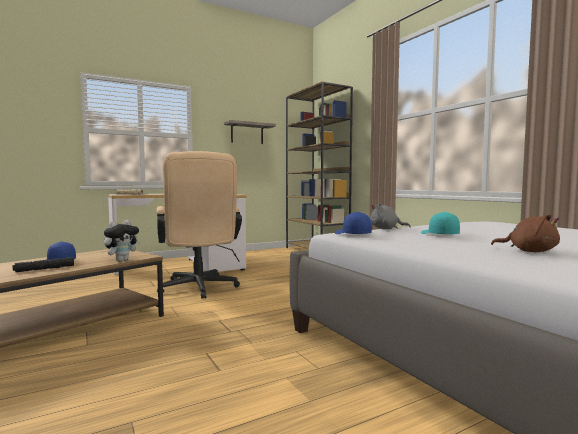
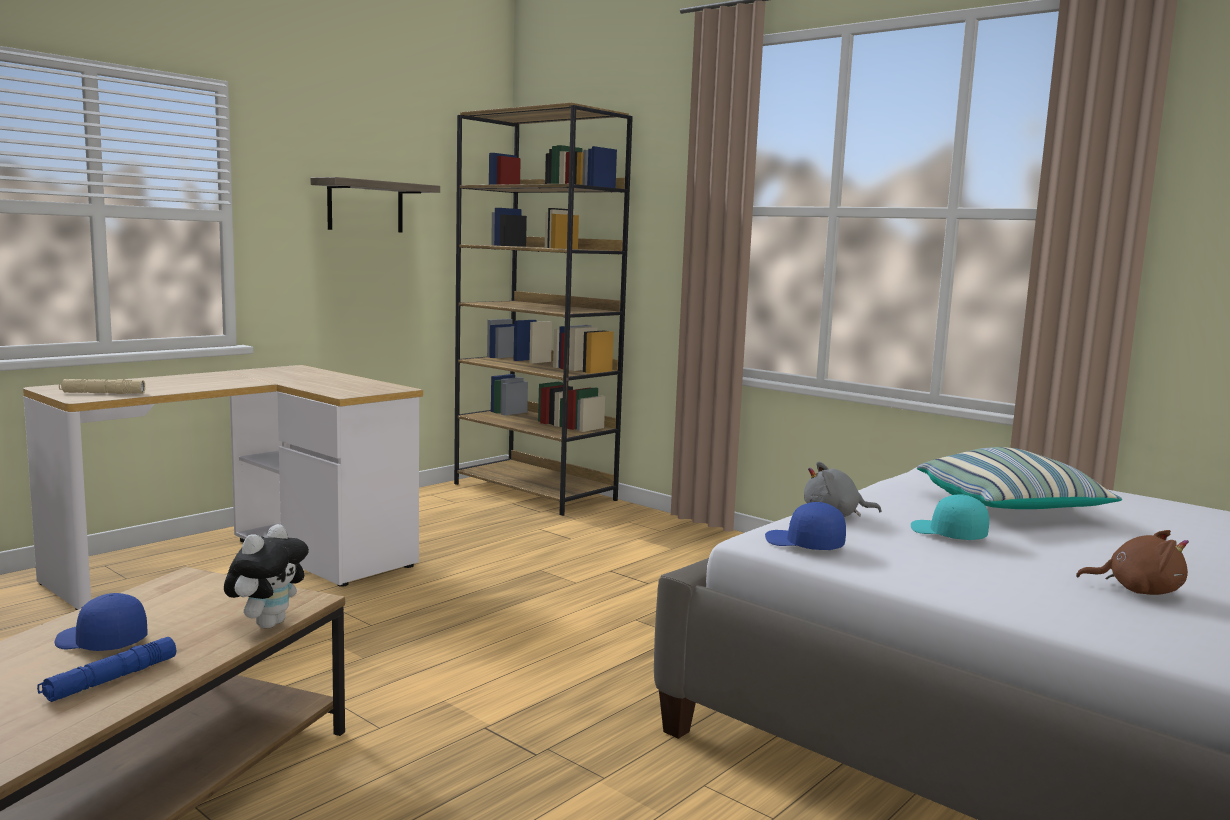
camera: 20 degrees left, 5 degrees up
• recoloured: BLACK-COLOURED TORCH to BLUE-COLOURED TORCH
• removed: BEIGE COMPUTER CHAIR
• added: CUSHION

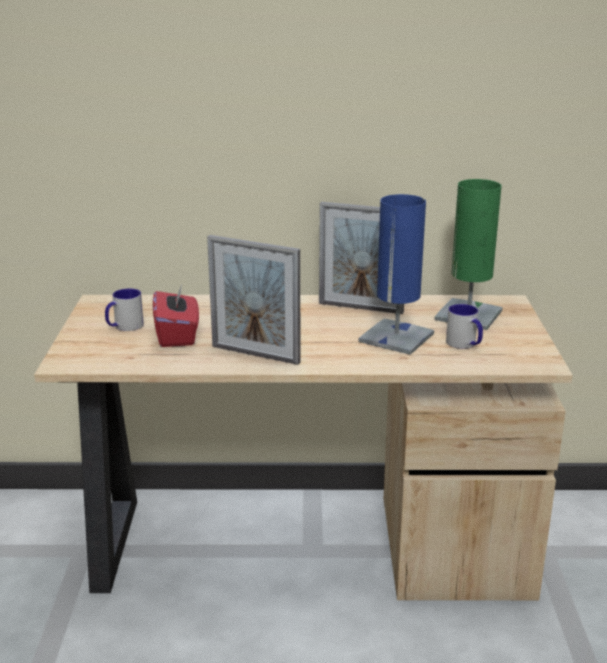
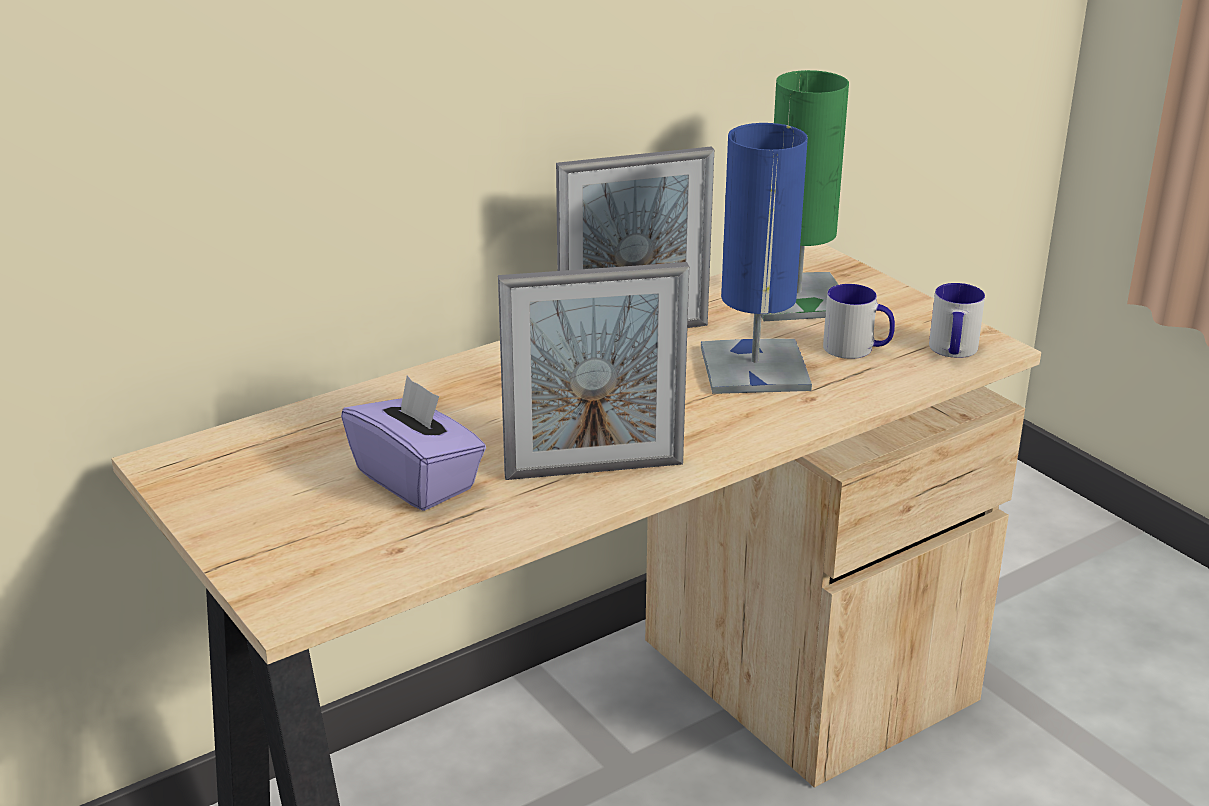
camera: 35 degrees left, 5 degrees up
• moved: TEA MUG (1st from left in the first image) to TEA MUG (2nd from left)
• recoloured: RED TISSUE HOLDER to PURPLE-COLOURED TISSUE HOLDER

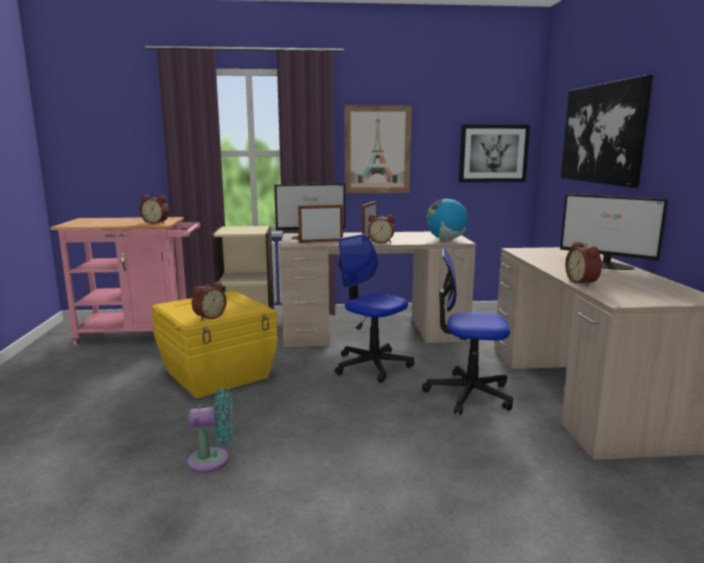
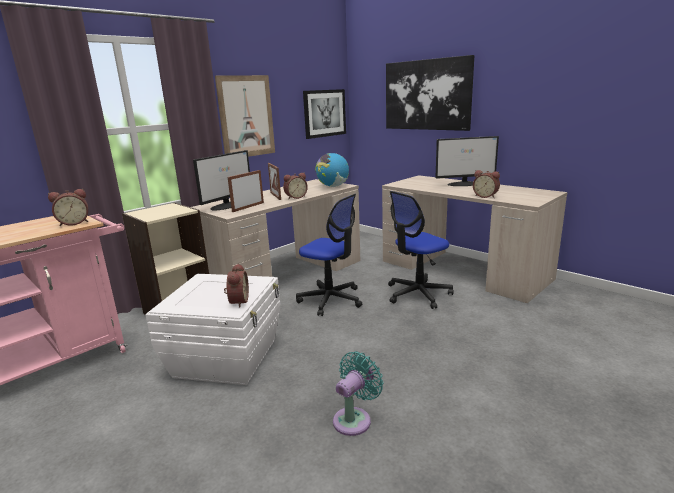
camera: 40 degrees left, 5 degrees up
• recoloured: YELLOWISH STORAGE CONTAINER to WHITE-COLOURED STORAGE CONTAINER
• turned: COMPUTER CHAIR (1st from left) 150 degrees counterclockwise

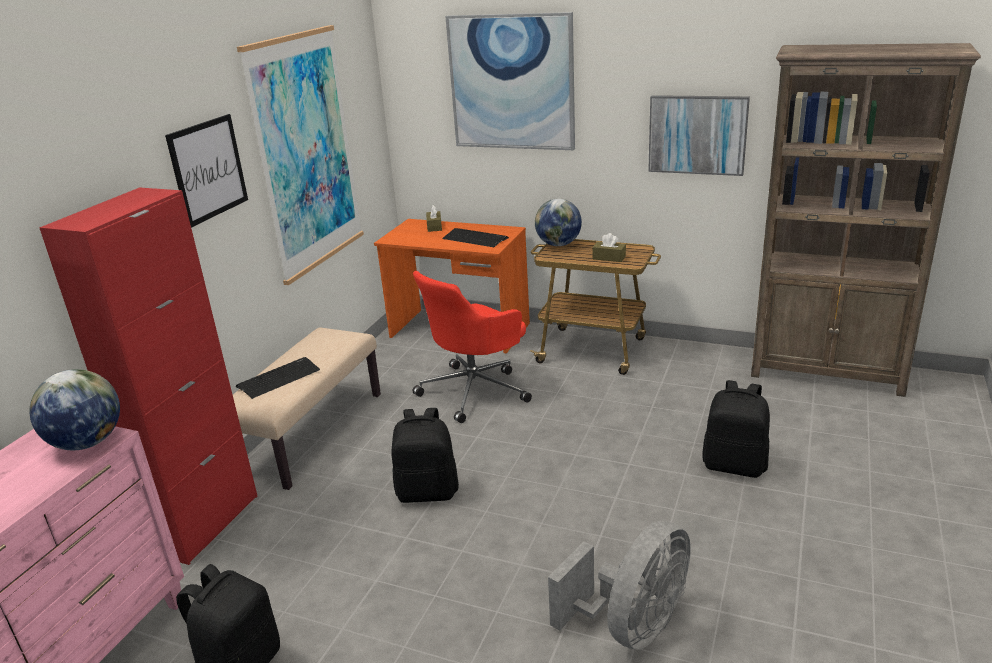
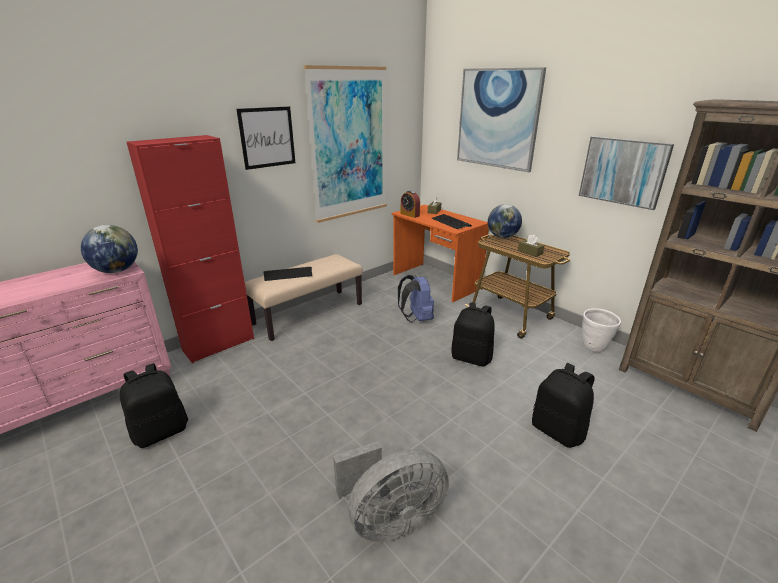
camera: 25 degrees right, 0 degrees up
• moved: BLACK-COLOURED KNAPSACK (2nd from left)
• replaced: RED COMPUTER CHAIR to BLUE-COLOURED KNAPSACK
• added: BEDSIDE CLOCK
• added: WHITE-COLOURED FLOWER POT

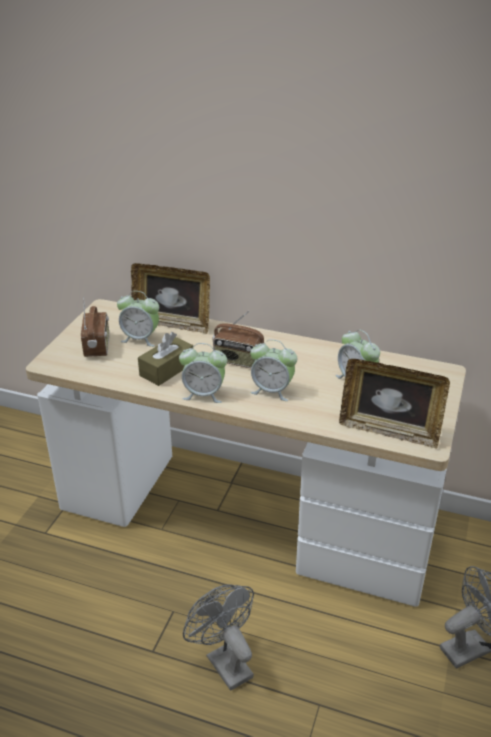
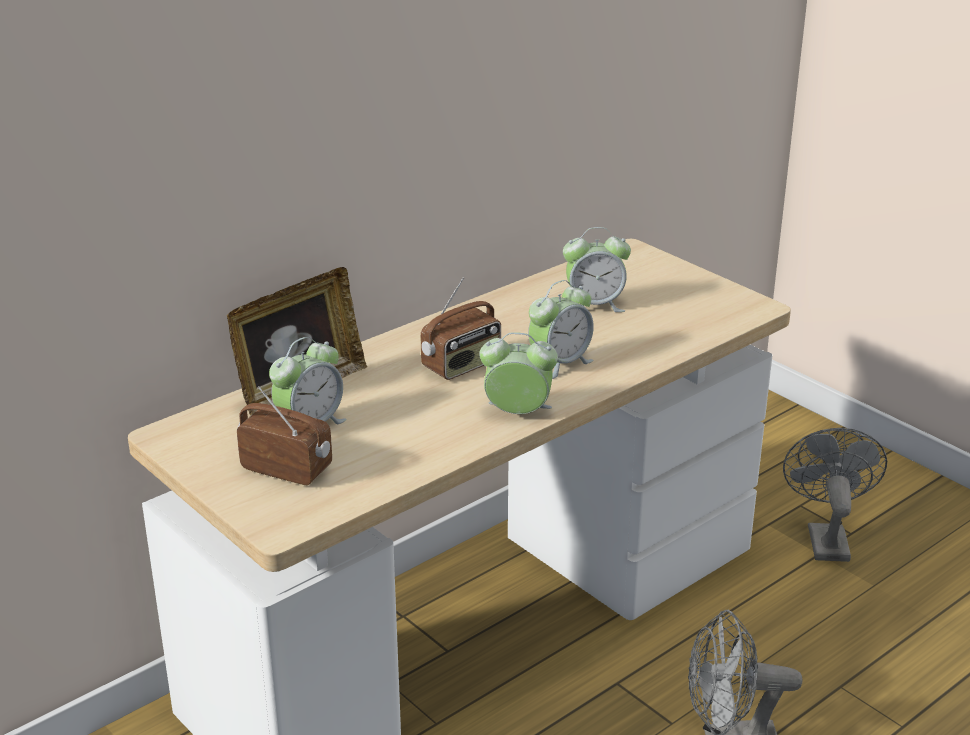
camera: 60 degrees left, 5 degrees down
• removed: BROWNISH TISSUE HOLDER
• turned: BEDSIDE CLOCK (2nd from left) 120 degrees counterclockwise
• removed: STANDING FRAME (2nd from left)

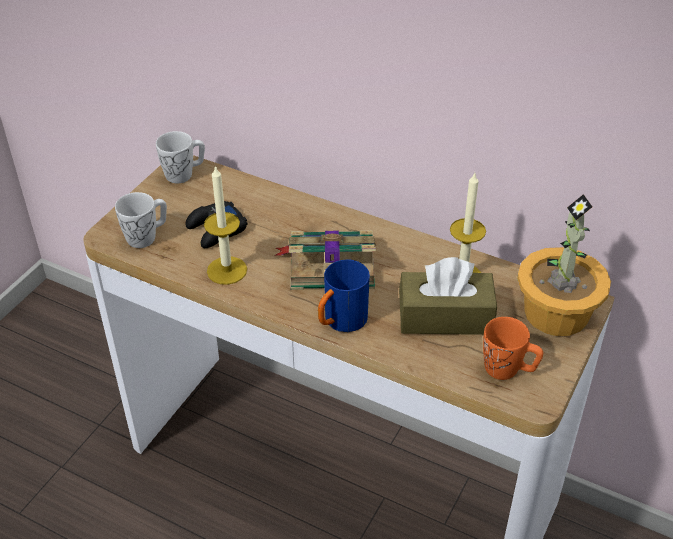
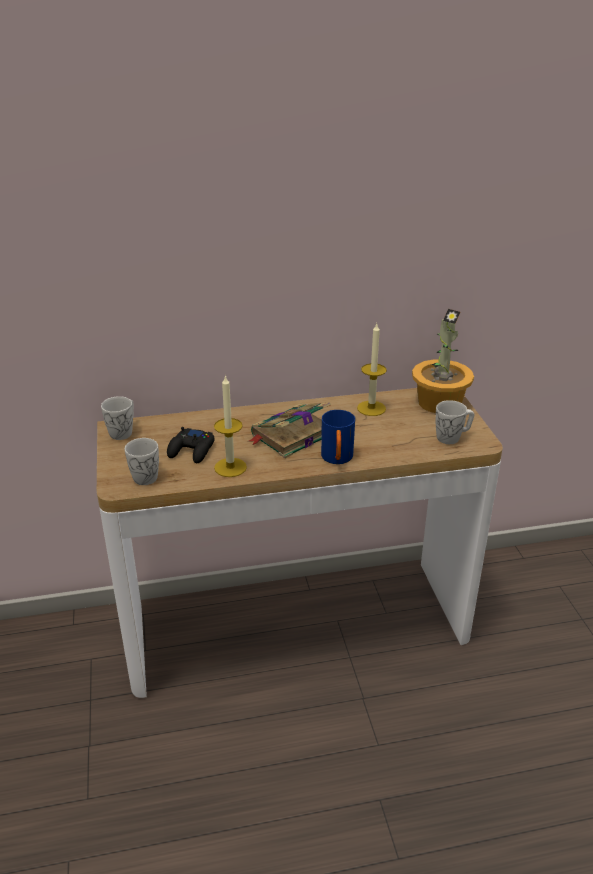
camera: 40 degrees left, 10 degrees down
• removed: BROWNISH TISSUE HOLDER
• recoloured: ORANGE-COLOURED TEA MUG to WHITE-COLOURED TEA MUG (3rd from left)

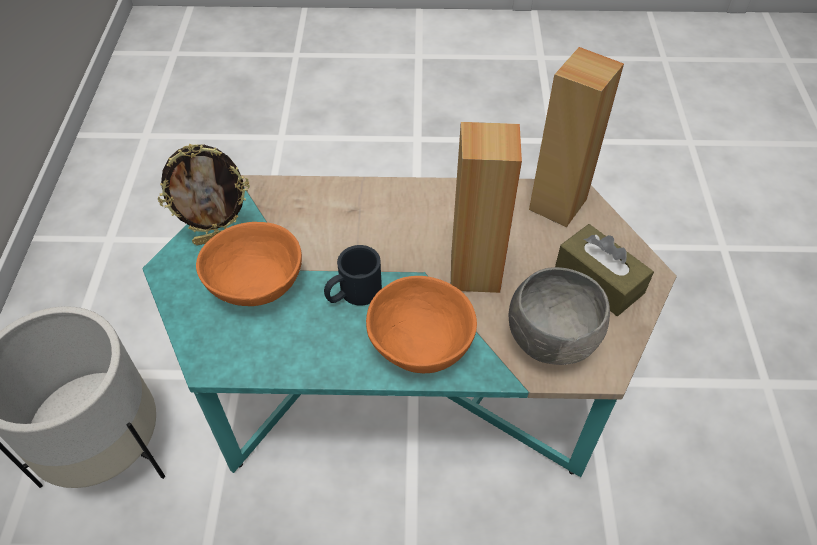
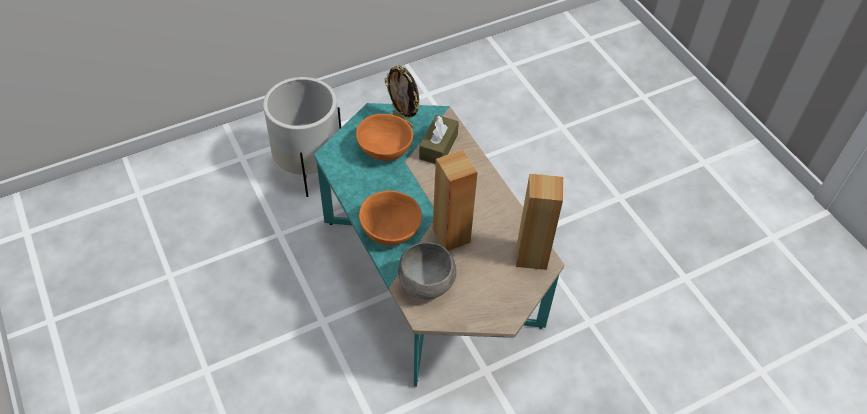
camera: 60 degrees right, 0 degrees up
• removed: BLACK-COLOURED TEA MUG
• moved: BROWNISH TISSUE HOLDER

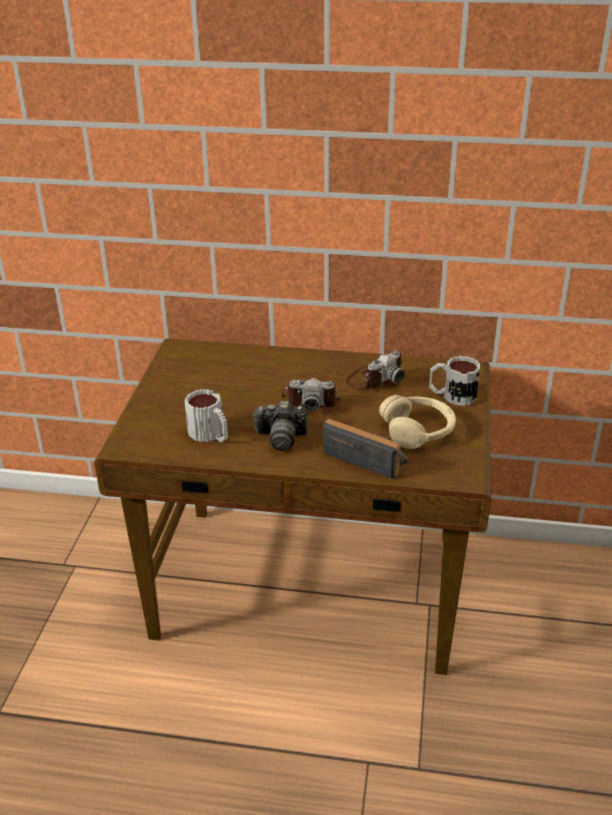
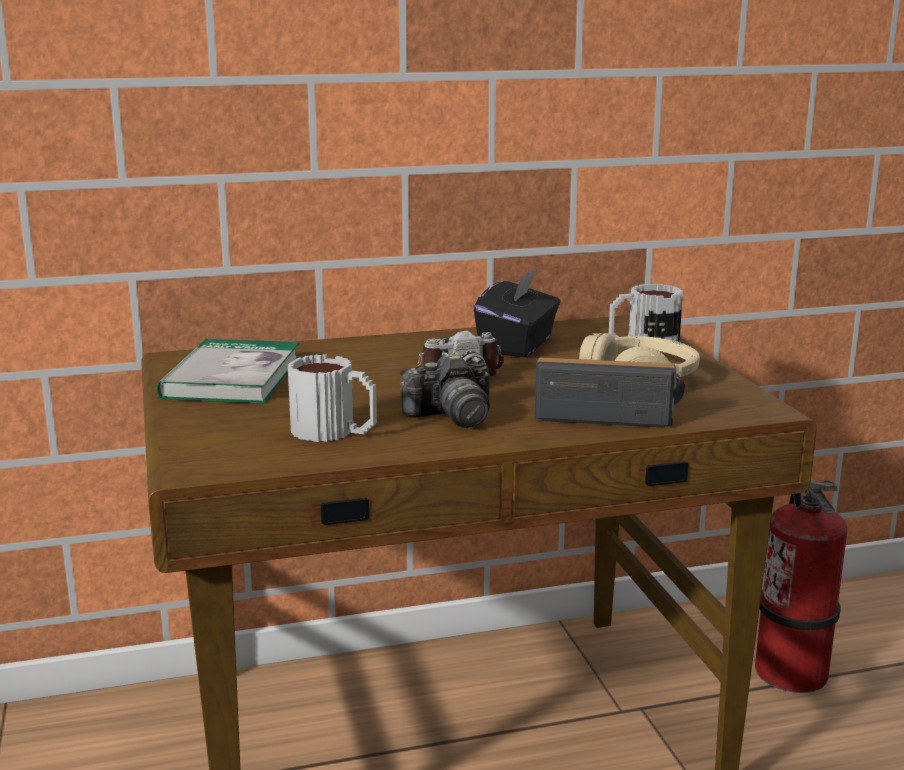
camera: 25 degrees left, 15 degrees down
• replaced: STILL CAMERA (3rd from left) to BLACK-COLOURED TISSUE HOLDER
• added: BOUND BOOK
• added: FIRE-FIGHTING CYLINDER

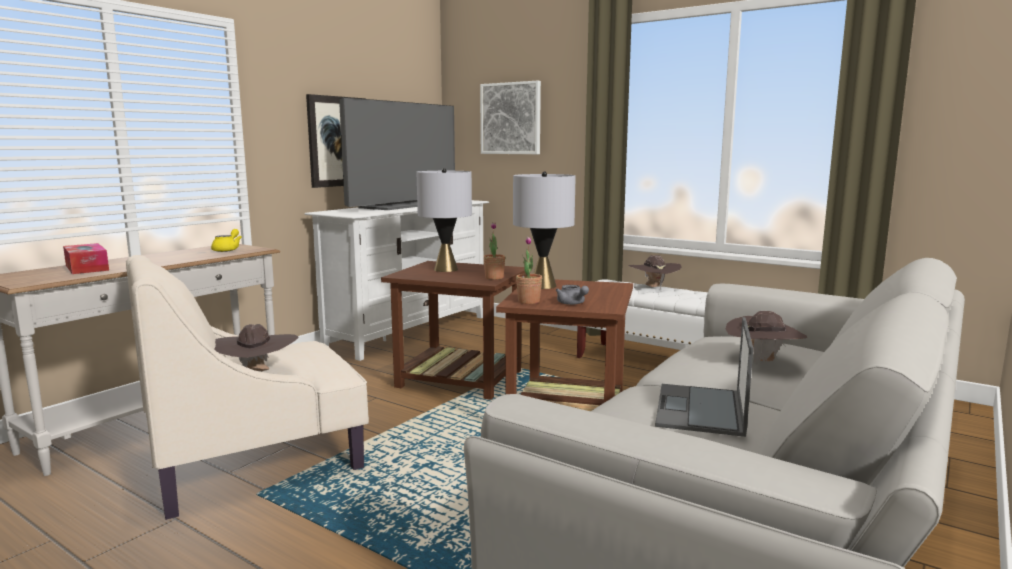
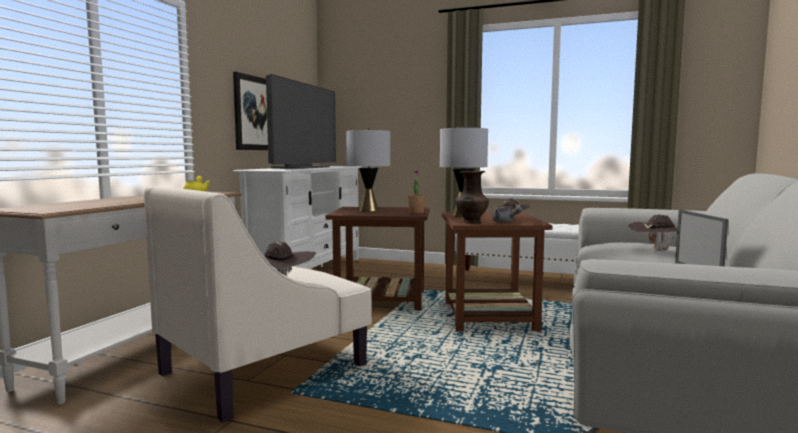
camera: 15 degrees left, 5 degrees down
• removed: TISSUE HOLDER
• removed: WALL ART (2nd from left)
• replaced: POTTED PLANT (2nd from left) to BROWNISH DECORATIVE VASE

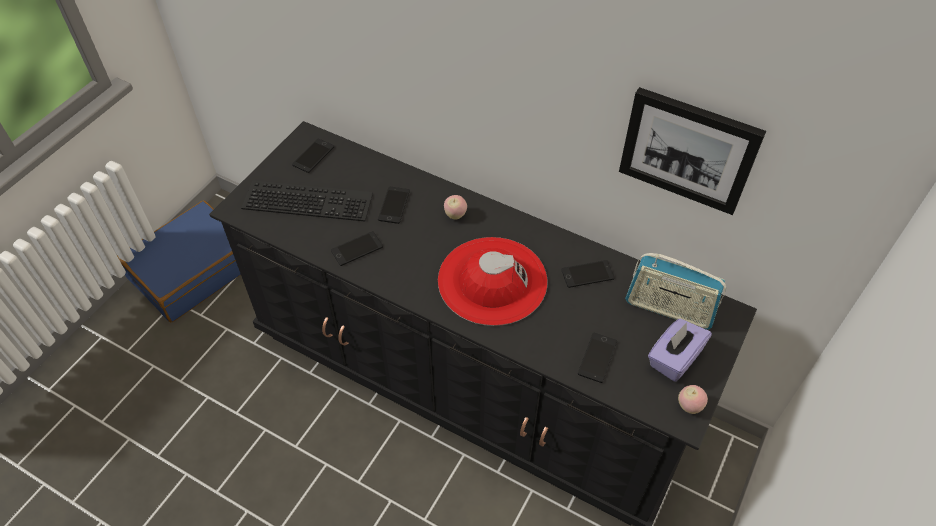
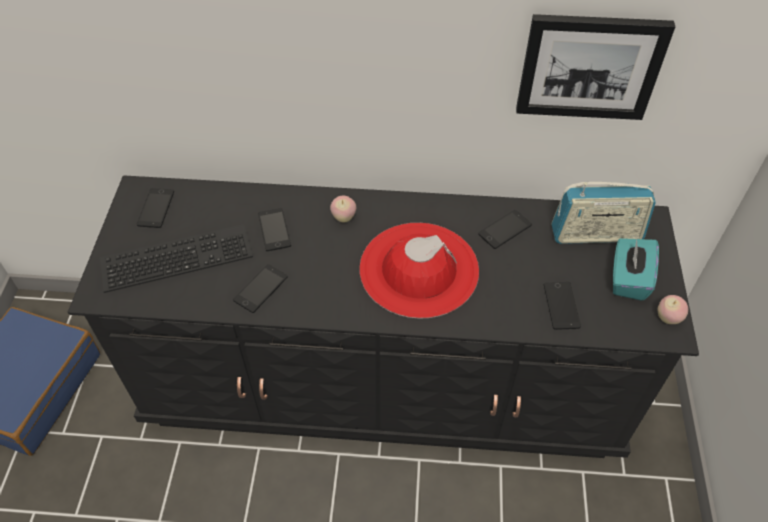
camera: 25 degrees left, 0 degrees up
• recoloured: PURPLE-COLOURED TISSUE HOLDER to BLUE-GREEN TISSUE HOLDER

